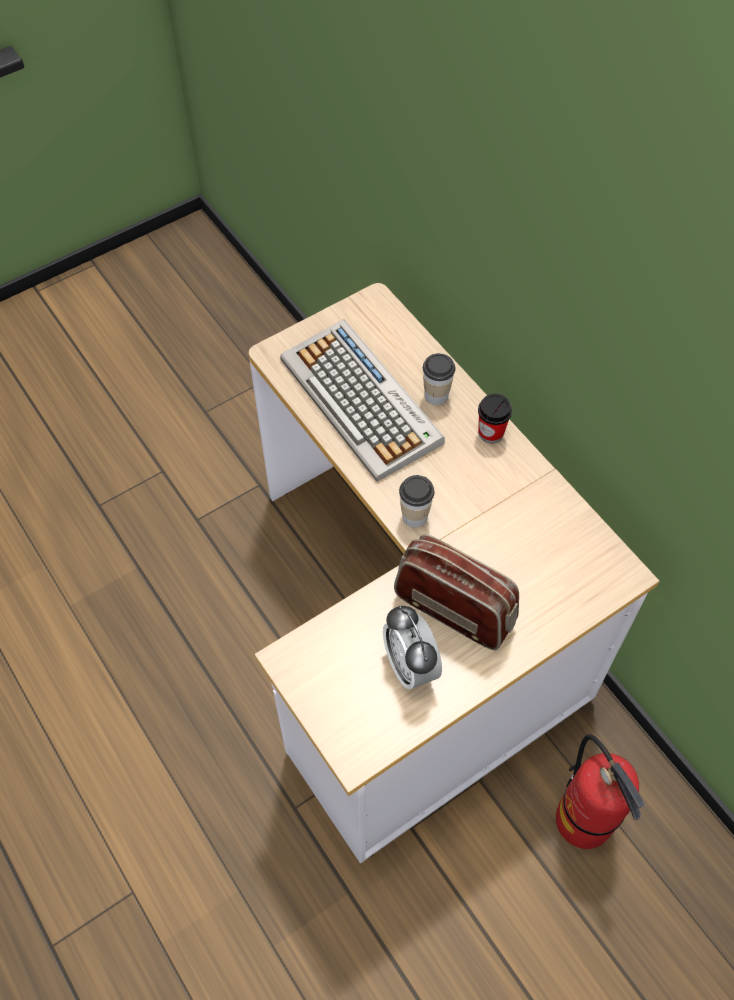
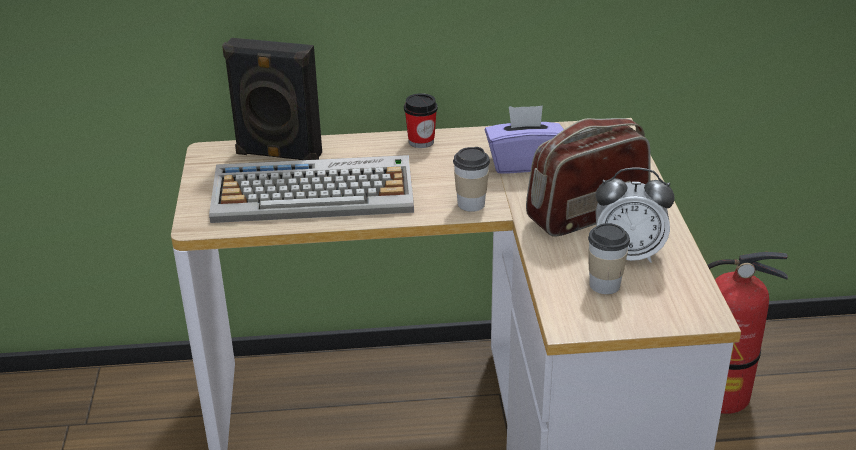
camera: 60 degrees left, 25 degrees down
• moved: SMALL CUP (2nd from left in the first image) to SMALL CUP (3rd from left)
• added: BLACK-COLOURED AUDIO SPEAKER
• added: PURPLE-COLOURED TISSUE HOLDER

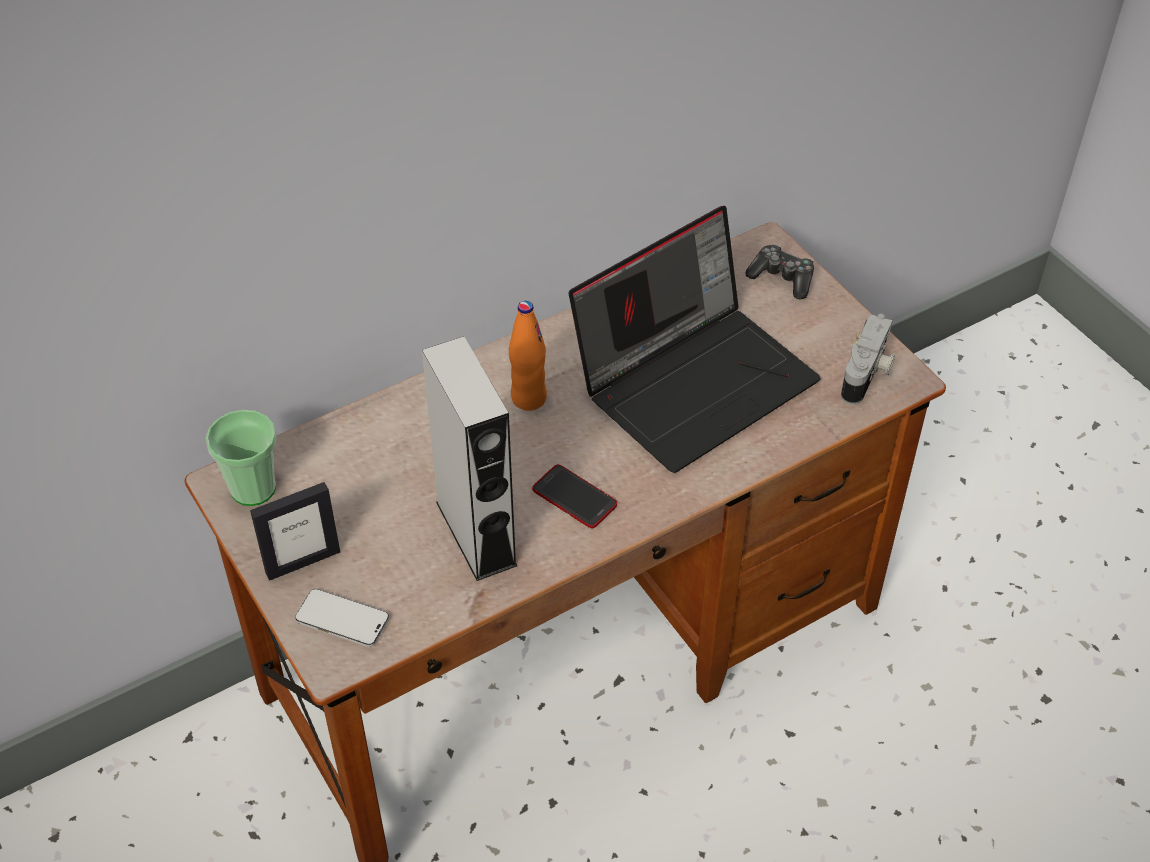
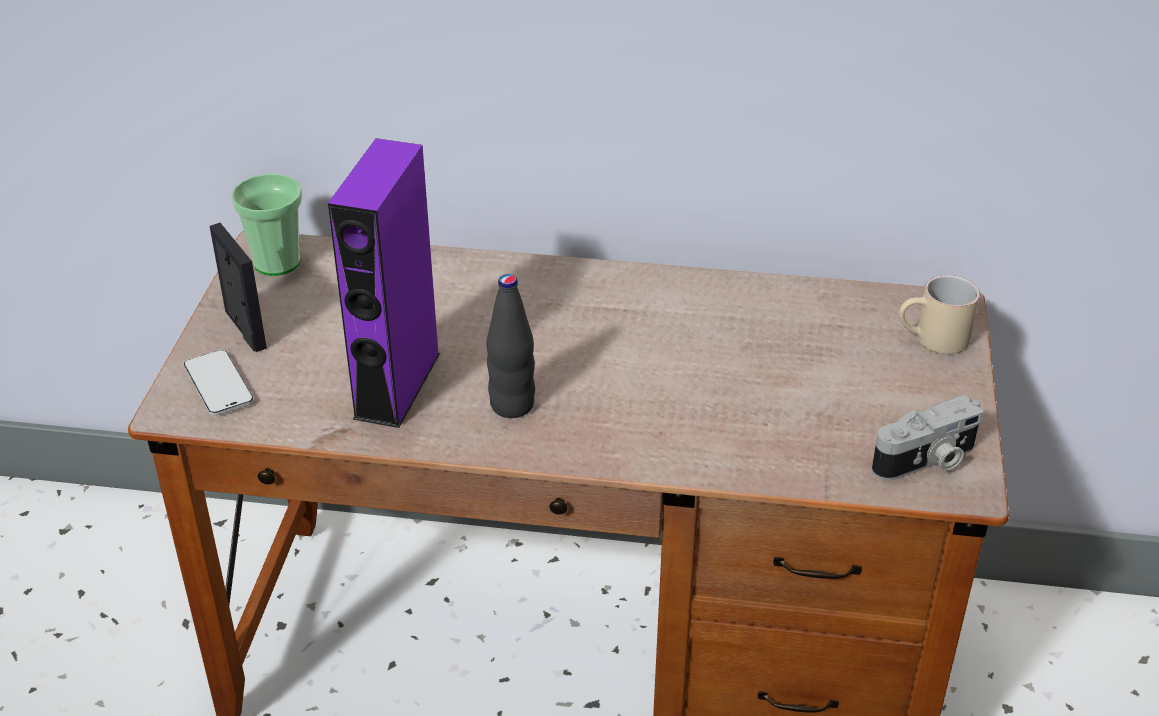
camera: 40 degrees right, 10 degrees down
• turned: STANDING FRAME 135 degrees counterclockwise
• recoloured: GRAY AUDIO SPEAKER to PURPLE-COLOURED AUDIO SPEAKER
• removed: ORANGE-COLOURED BEVERAGE BOTTLE
• replaced: TELEPHONE (2nd from left) to BLACK-COLOURED BEVERAGE BOTTLE
• removed: NOTEBOOK COMPUTER
• replaced: GAME CONTROLLER to BEIGE TEA MUG

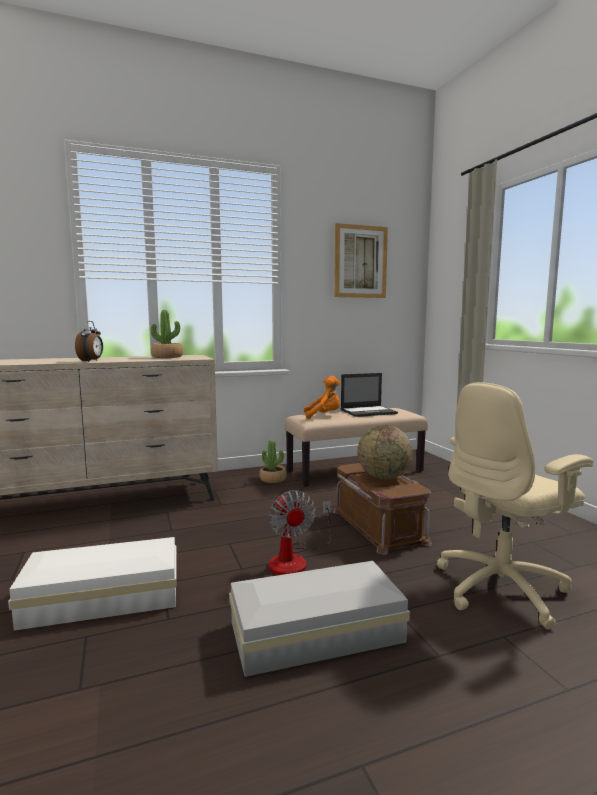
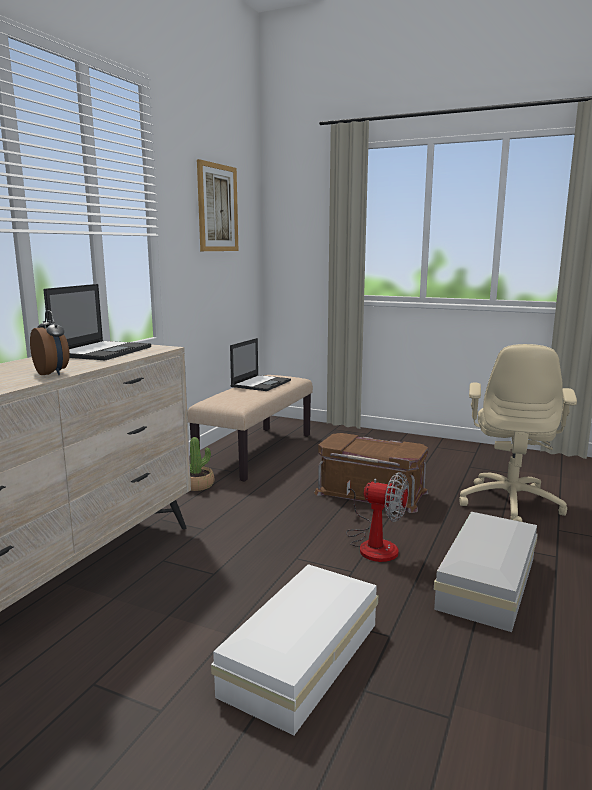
camera: 45 degrees left, 5 degrees up
• replaced: POTTED PLANT (1st from left) to NOTEBOOK COMPUTER (1st from left)
• removed: ORANGE-COLOURED PLUSH TOY
• removed: GLOBE

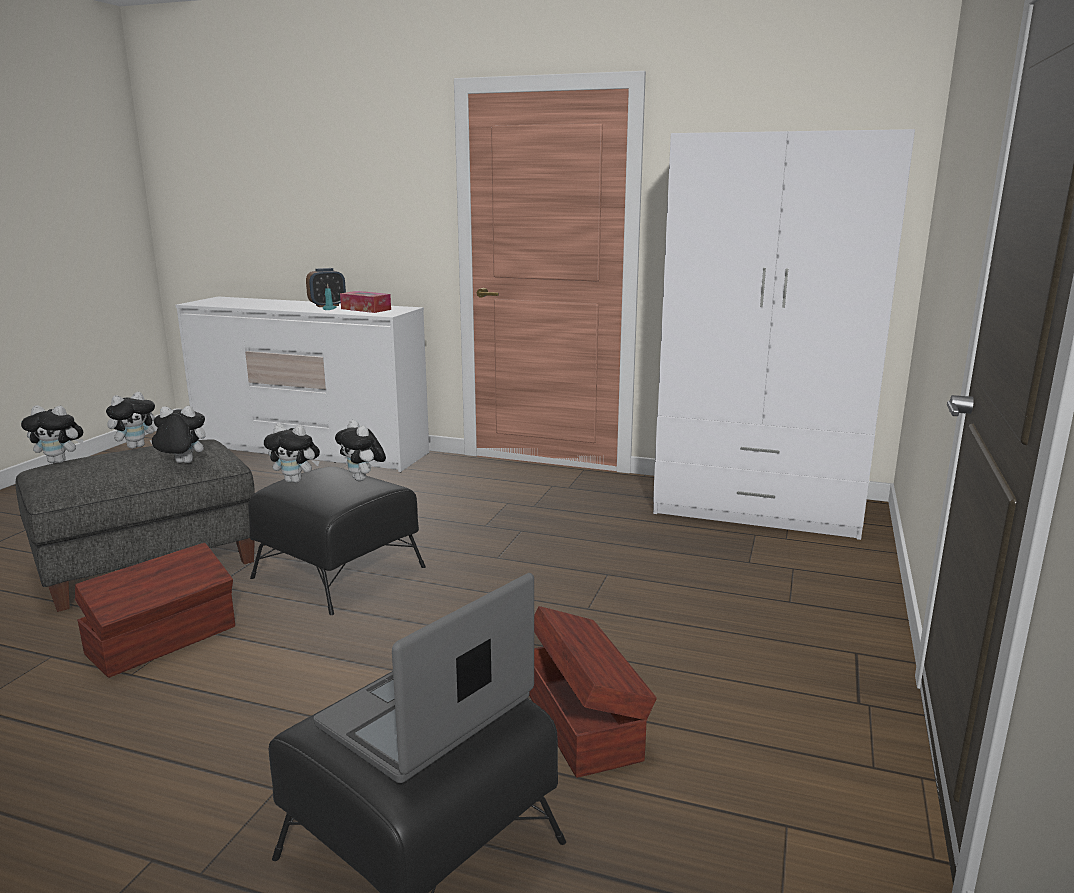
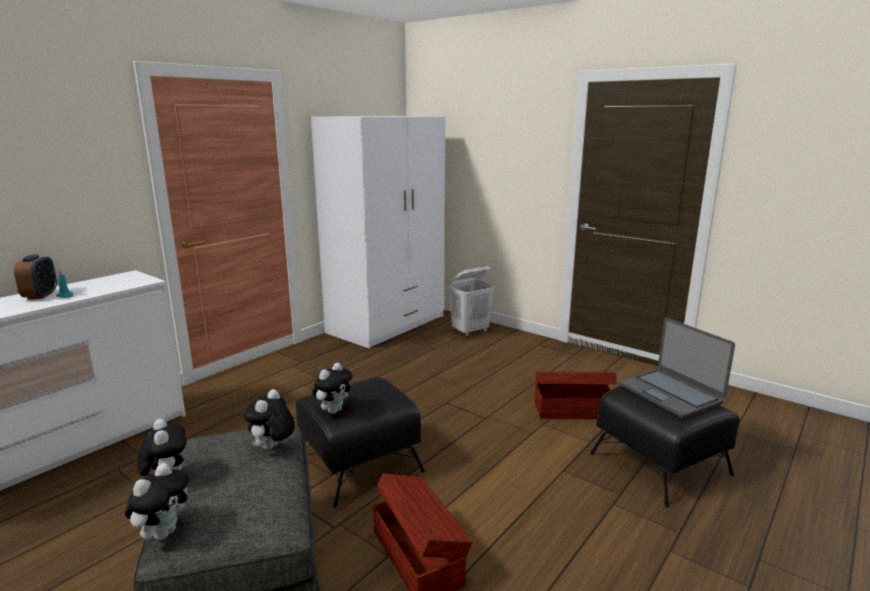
camera: 70 degrees left, 0 degrees up
• removed: PLUSH TOY (5th from left)
• removed: TISSUE HOLDER
• added: WHITE-COLOURED LAUNDRY BASKET

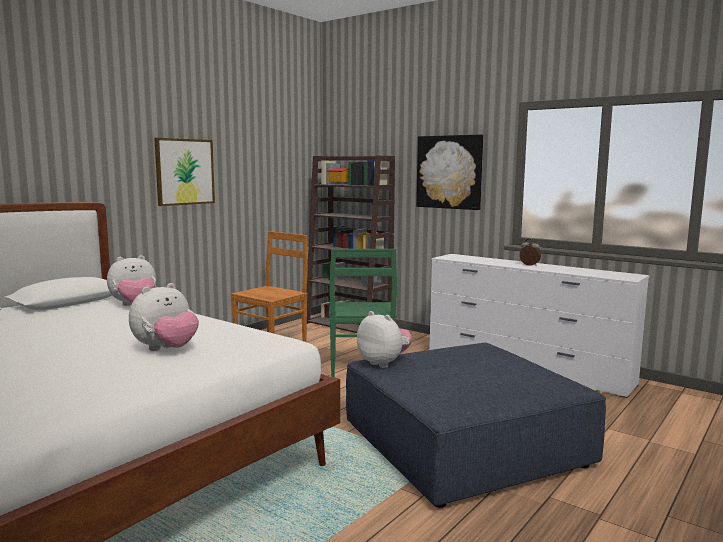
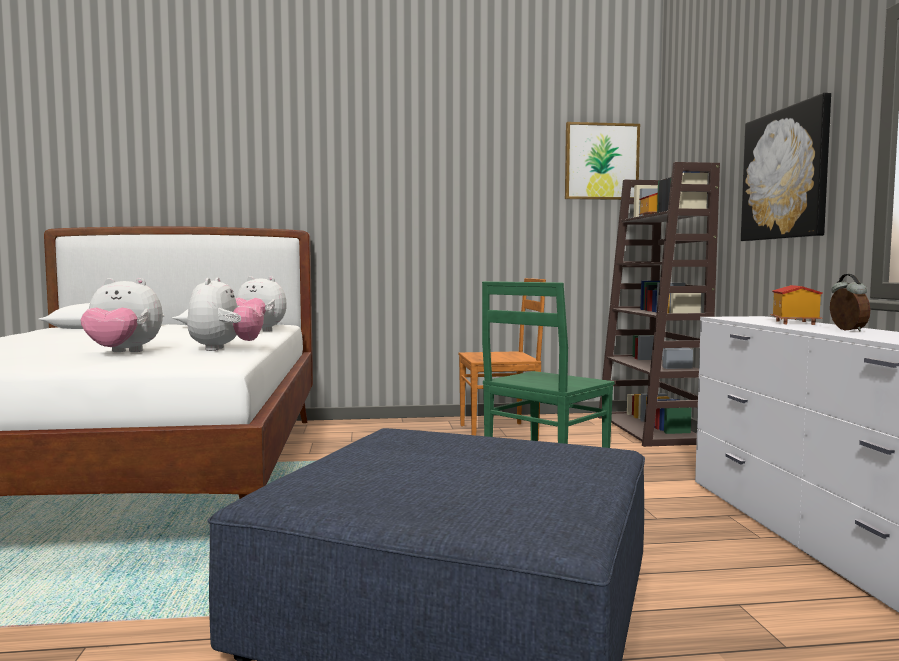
camera: 45 degrees right, 5 degrees down
• moved: WALL ART (1st from left)
• moved: PLUSH TOY (3rd from left in the first image) to PLUSH TOY (2nd from left)
• added: MINIATURE HOUSE (2nd from left)

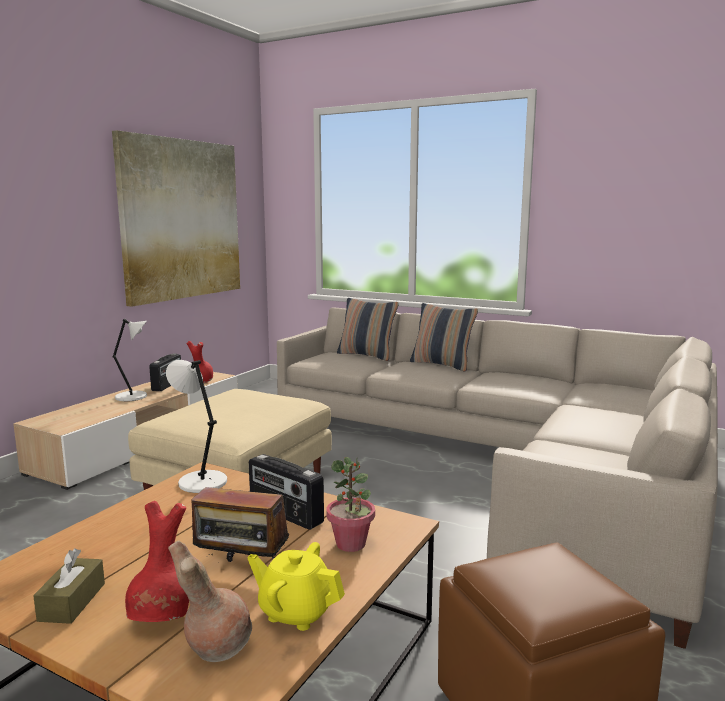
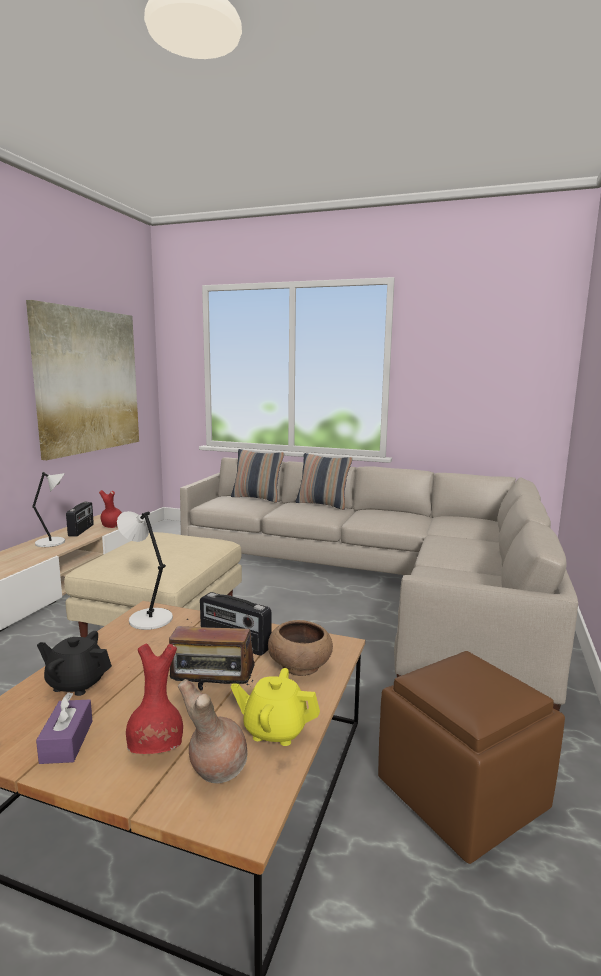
camera: 10 degrees left, 0 degrees up
• recoloured: BROWNISH TISSUE HOLDER to PURPLE-COLOURED TISSUE HOLDER
• replaced: POTTED PLANT to BROWNISH DEEP DISH
• added: BLACK-COLOURED TEA POT

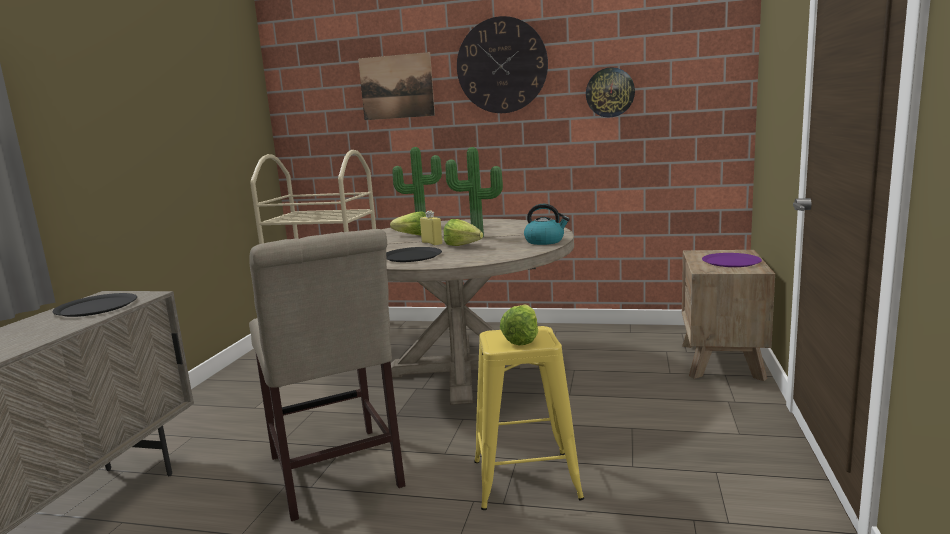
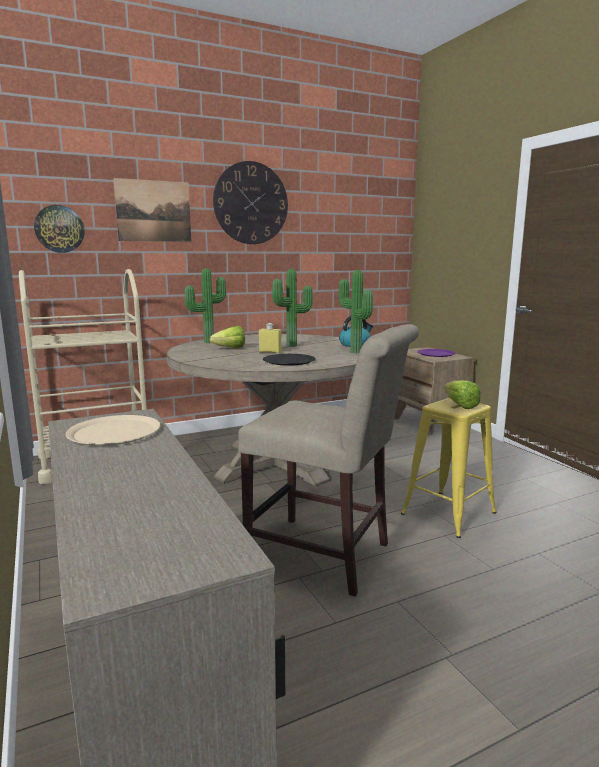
camera: 40 degrees left, 0 degrees up
• recoloured: BLACK-COLOURED DINNER PLATE (1st from left) to BEIGE DINNER PLATE
• removed: LETTUCE HEAD (2nd from left)
• moved: CLOCK ON THE WALL (2nd from left in the first image) to CLOCK ON THE WALL (1st from left)
• added: POTTED PLANT (3rd from left)

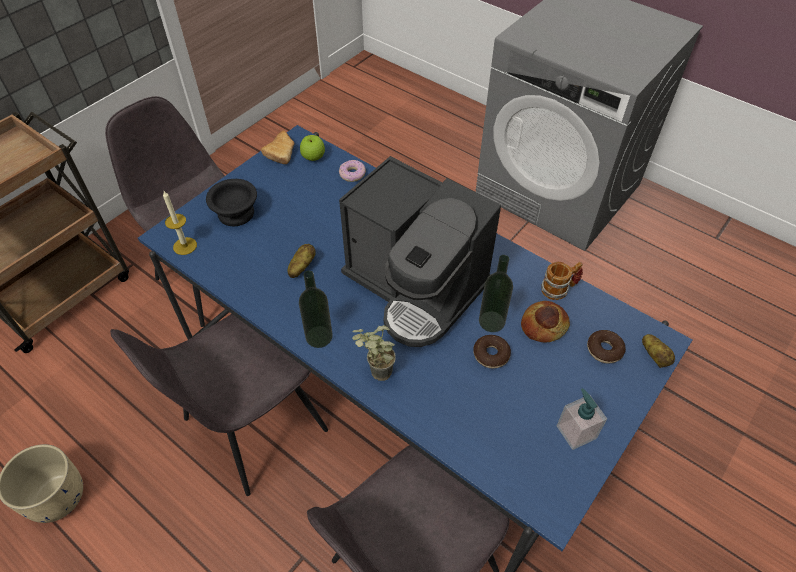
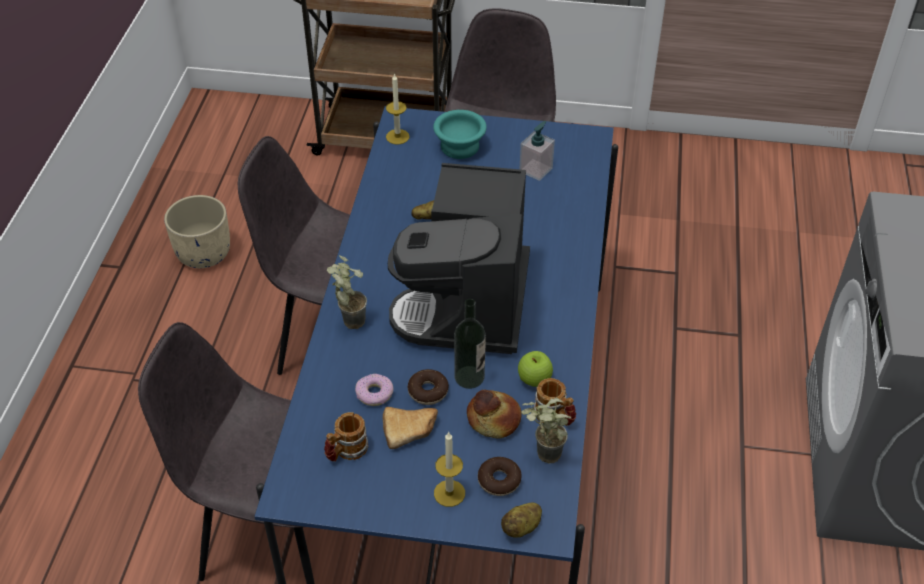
camera: 60 degrees right, 5 degrees down
• recoloured: BLACK-COLOURED DEEP DISH to BLUE-GREEN DEEP DISH
• moved: BAKED BREAD (1st from left)
• removed: BEVERAGE BOTTLE (1st from left)
• moved: APPLE
• moved: DONUT (1st from left)
• moved: LIQUID SOAP BOTTLE
• added: TEA MUG (1st from left)
• added: CANDLE (2nd from left)
• added: POTTED PLANT (2nd from left)

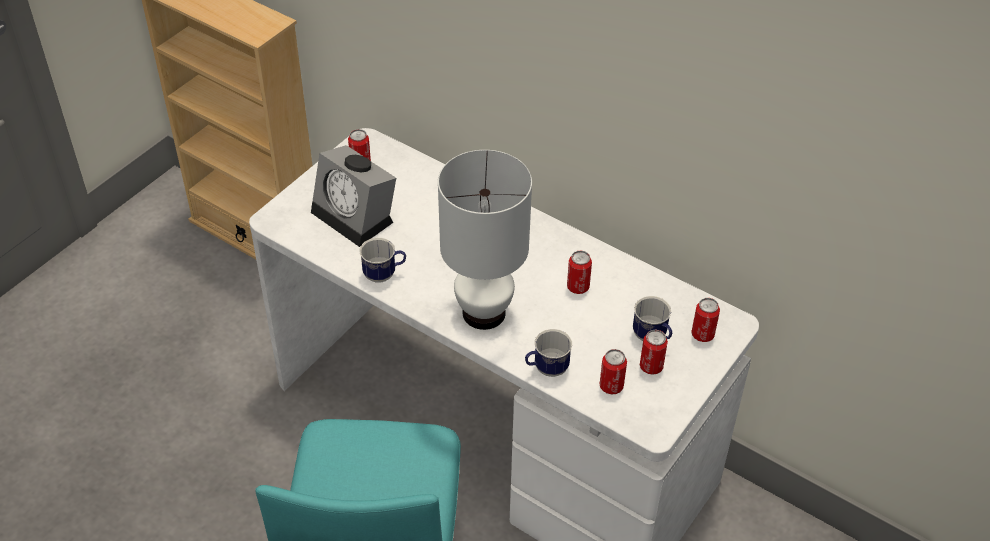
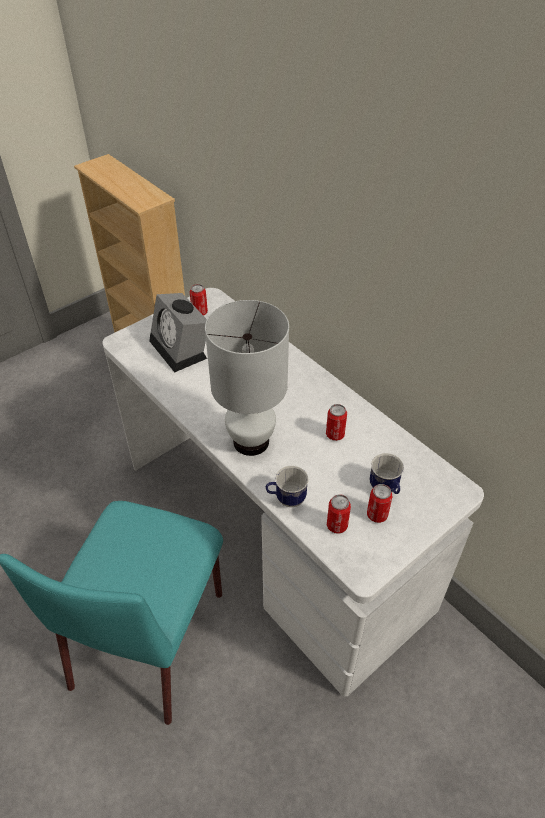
camera: 15 degrees right, 0 degrees up
• removed: TEA MUG (1st from left)
• removed: SEALED CAN (5th from left)

